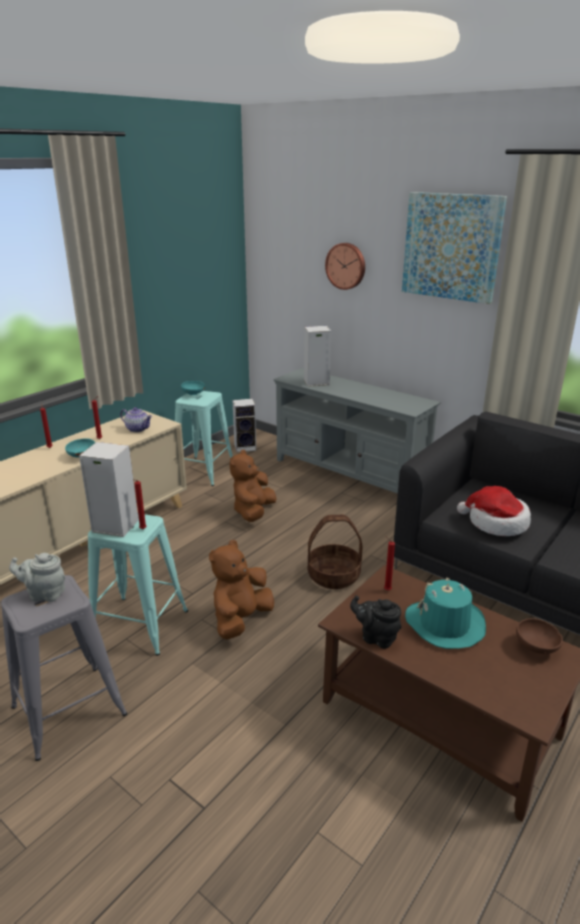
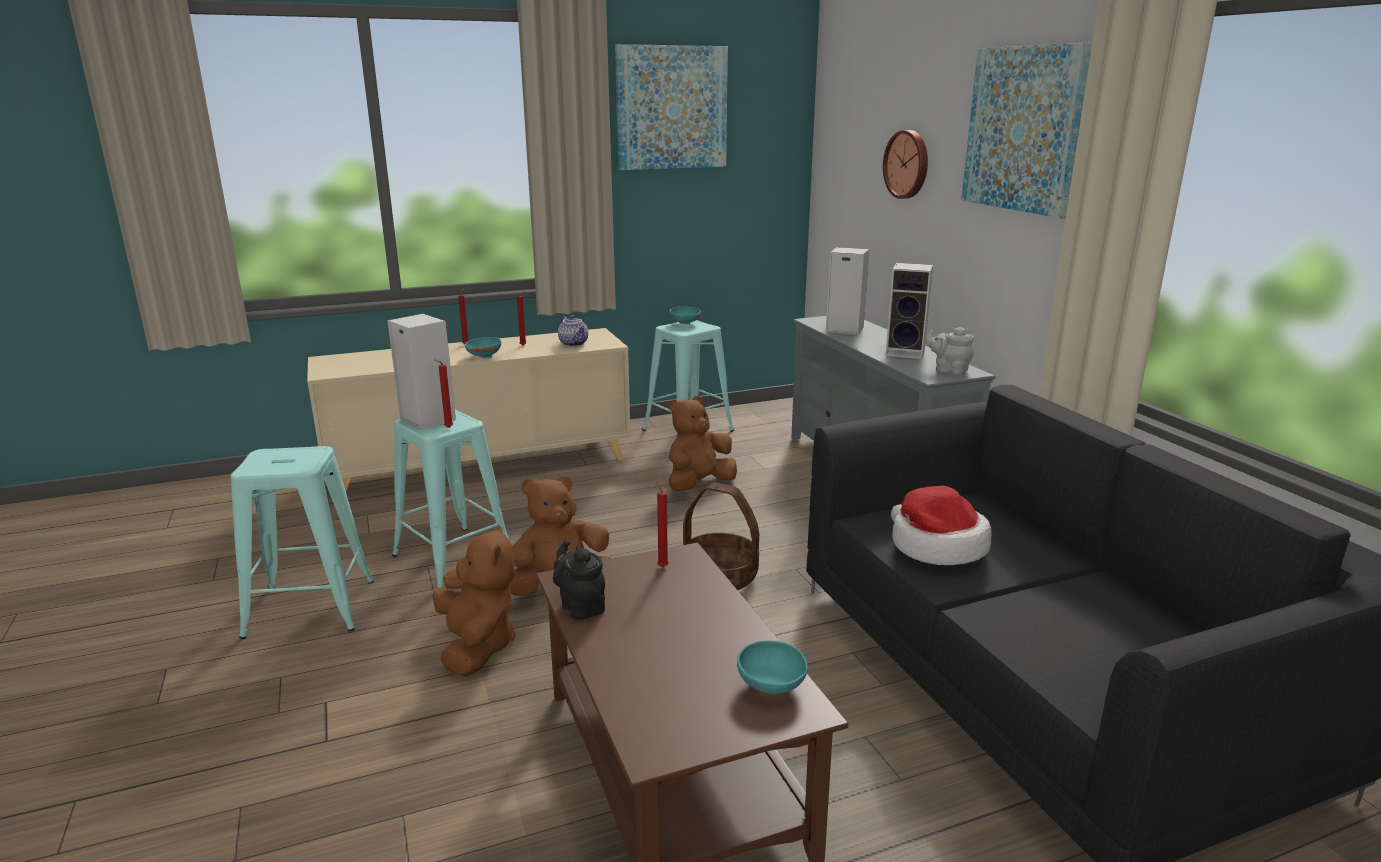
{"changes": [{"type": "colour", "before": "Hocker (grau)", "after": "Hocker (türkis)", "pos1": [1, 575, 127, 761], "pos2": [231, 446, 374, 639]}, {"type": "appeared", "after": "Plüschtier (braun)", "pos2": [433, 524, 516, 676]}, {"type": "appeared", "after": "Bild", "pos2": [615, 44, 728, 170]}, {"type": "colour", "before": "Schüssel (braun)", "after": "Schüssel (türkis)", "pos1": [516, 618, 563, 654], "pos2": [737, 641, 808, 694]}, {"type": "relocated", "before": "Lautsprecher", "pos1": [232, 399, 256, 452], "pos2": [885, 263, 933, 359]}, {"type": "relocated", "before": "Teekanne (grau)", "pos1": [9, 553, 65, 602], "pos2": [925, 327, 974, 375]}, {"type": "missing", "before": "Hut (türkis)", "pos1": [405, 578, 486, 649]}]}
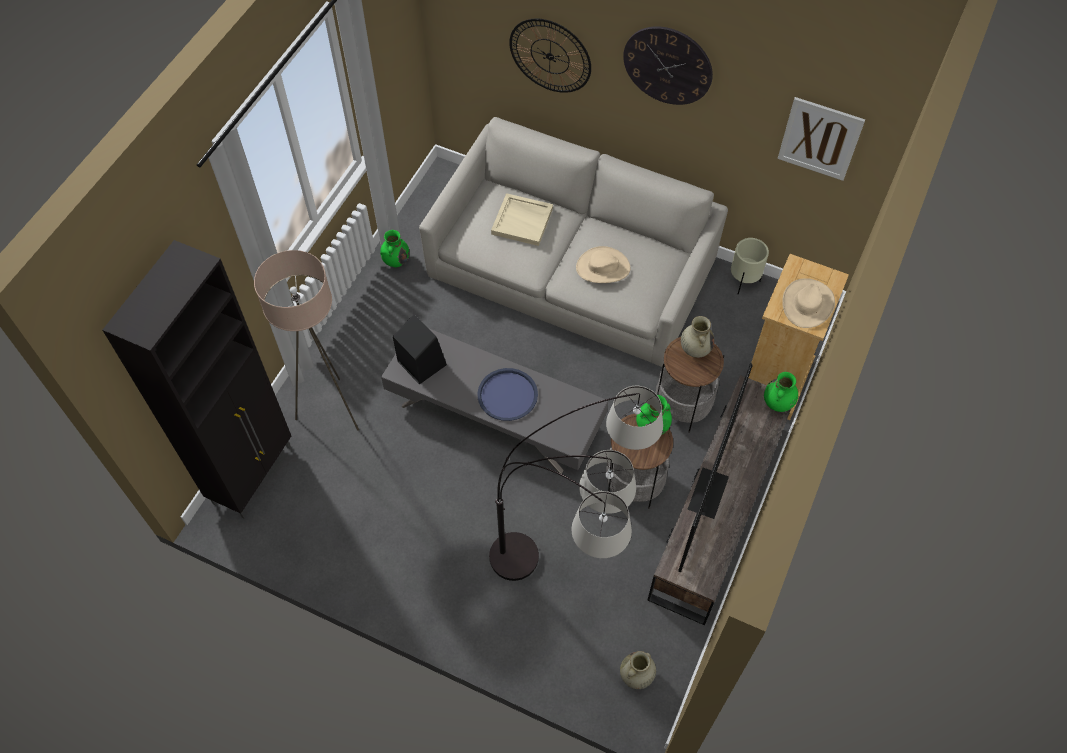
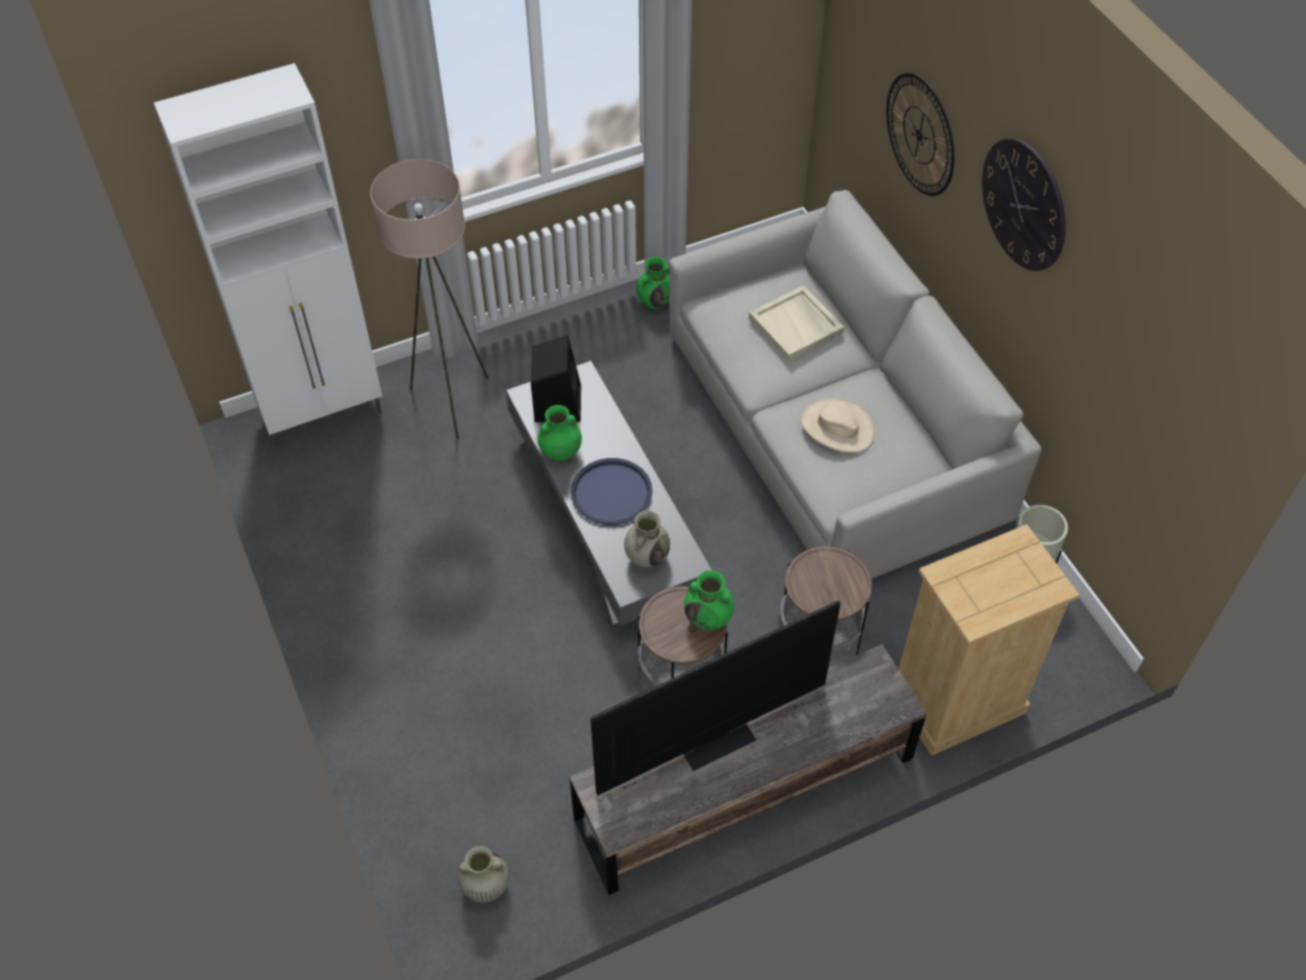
{"changes": [{"type": "colour", "before": "Schrank (schwarz)", "after": "Schrank (weiß)", "pos1": [103, 240, 291, 518], "pos2": [154, 63, 382, 447]}, {"type": "relocated", "before": "Vase (grün)", "pos1": [764, 372, 798, 412], "pos2": [538, 405, 582, 461]}, {"type": "relocated", "before": "Vase (beige)", "pos1": [681, 316, 715, 358], "pos2": [624, 511, 670, 568]}, {"type": "missing", "before": "Stehlampe", "pos1": [489, 386, 663, 581]}, {"type": "missing", "before": "Bild", "pos1": [778, 97, 865, 181]}, {"type": "missing", "before": "Hut (beige)", "pos1": [782, 278, 835, 328]}]}
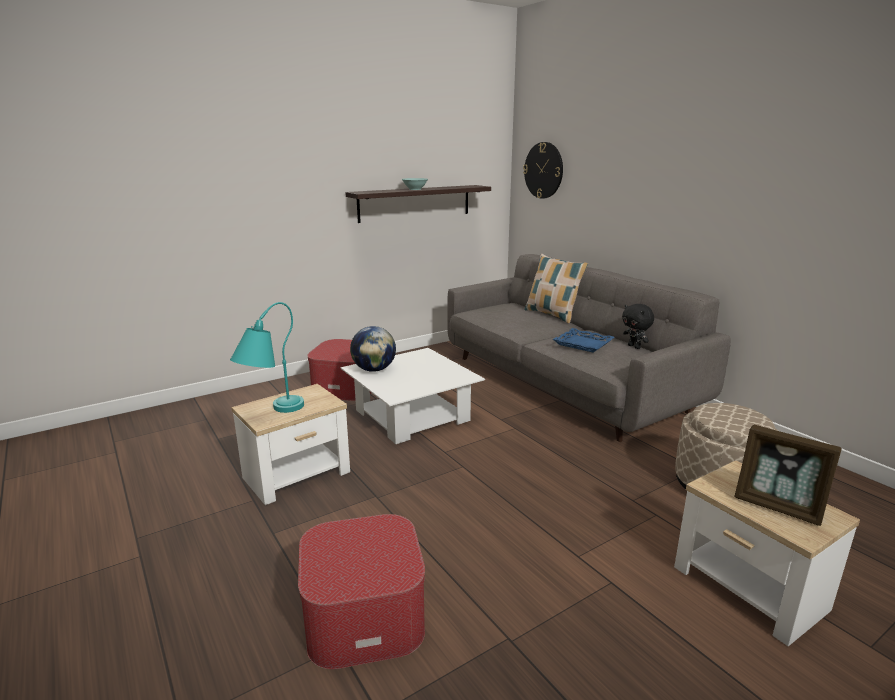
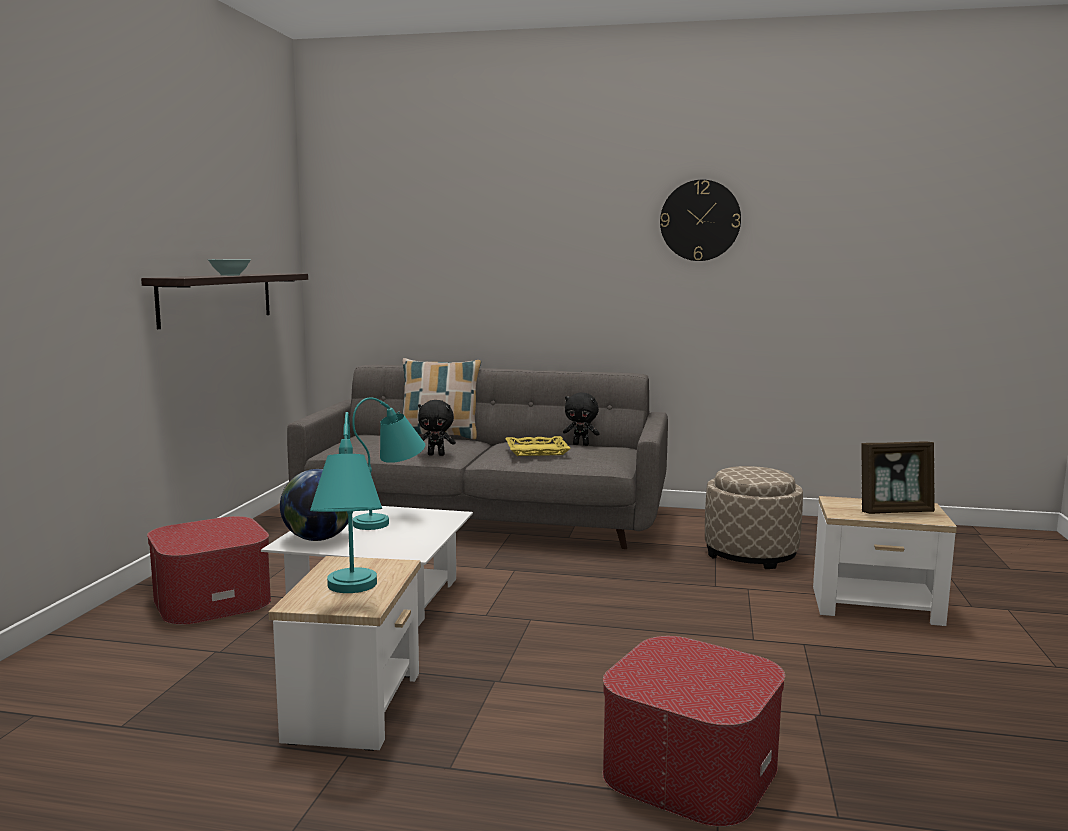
{"changes": [{"type": "appeared", "after": "Tischlampe (türkis)", "pos2": [352, 397, 425, 530]}, {"type": "appeared", "after": "Plüschtier (schwarz)", "pos2": [418, 400, 456, 456]}, {"type": "colour", "before": "Tablett (blau)", "after": "Tablett (gelb)", "pos1": [553, 328, 615, 352], "pos2": [505, 436, 571, 456]}, {"type": "relocated", "before": "Wanduhr", "pos1": [523, 142, 563, 199], "pos2": [660, 180, 741, 261]}]}
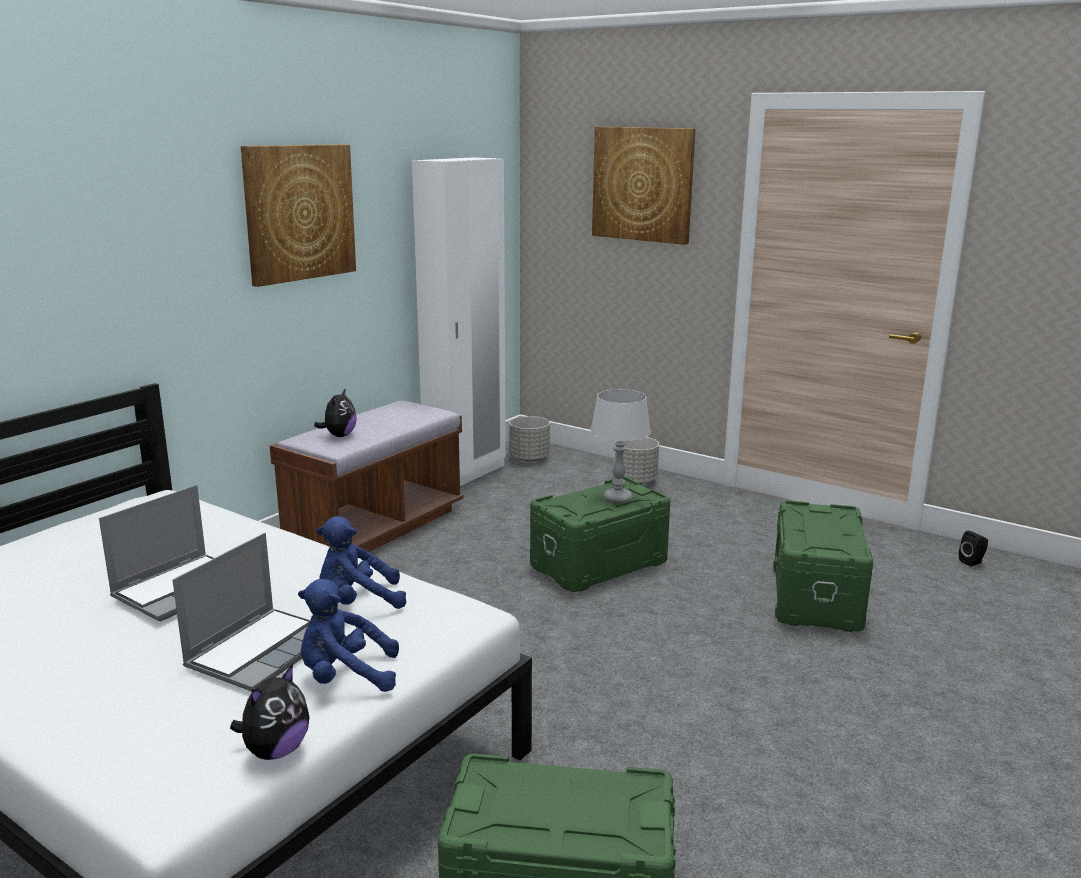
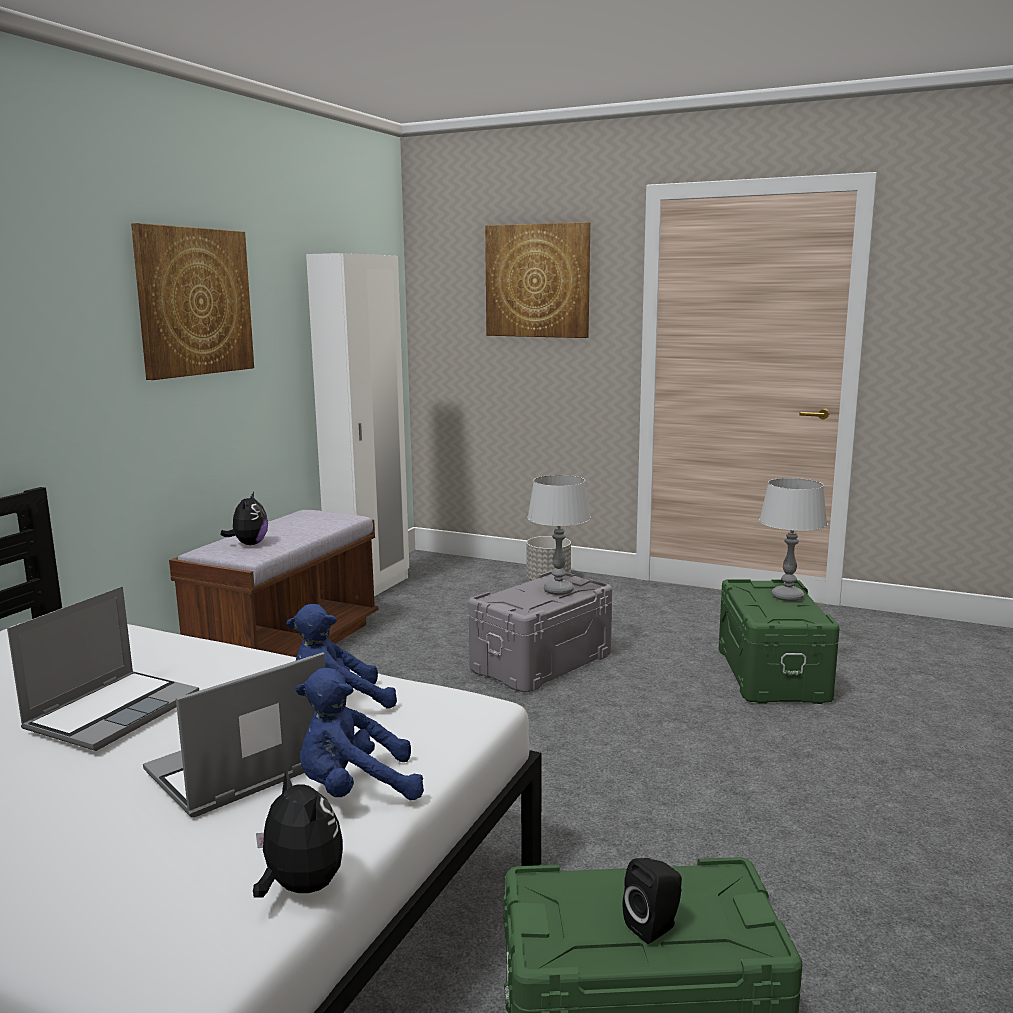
{"changes": [{"type": "spun", "before": "Laptop", "pos1": [172, 533, 310, 692], "pos2": [143, 652, 325, 817], "turn": -150}, {"type": "spun", "before": "Plüschtier", "pos1": [230, 664, 309, 760], "pos2": [253, 767, 343, 897], "turn": -60}, {"type": "colour", "before": "Aufbewahrungsbox (grün)", "after": "Aufbewahrungsbox (grau)", "pos1": [530, 477, 671, 592], "pos2": [468, 570, 612, 692]}, {"type": "relocated", "before": "Lautsprecher (schwarz)", "pos1": [959, 531, 988, 566], "pos2": [623, 858, 682, 944]}, {"type": "appeared", "after": "Tischlampe (grau)", "pos2": [759, 478, 828, 602]}, {"type": "missing", "before": "Pflanzkübel (grau)", "pos1": [509, 416, 550, 462]}]}
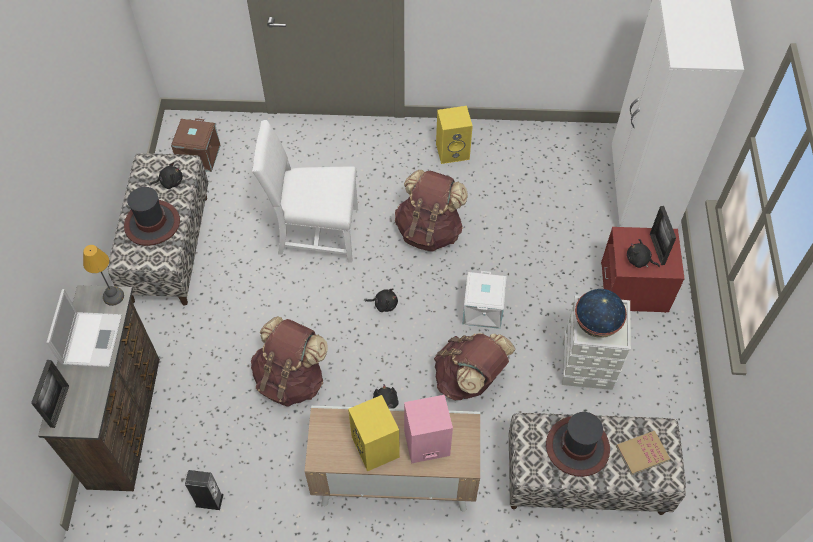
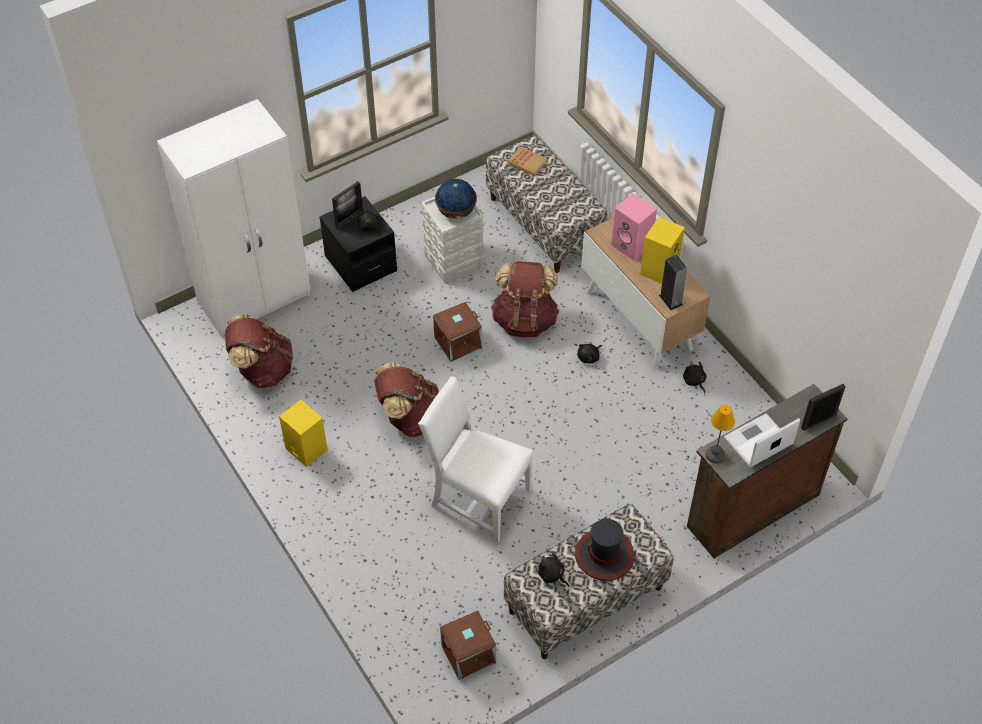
{"changes": [{"type": "relocated", "before": "Rucksack (braun)", "pos1": [251, 316, 328, 407], "pos2": [225, 314, 293, 388]}, {"type": "colour", "before": "Nachttisch (rot)", "after": "Nachttisch (schwarz)", "pos1": [601, 227, 685, 313], "pos2": [319, 196, 397, 292]}, {"type": "spun", "before": "Stuhl (weiß)", "pos1": [252, 120, 358, 263], "pos2": [418, 376, 534, 543], "turn": 150}, {"type": "colour", "before": "Aufbewahrungsbox (weiß)", "after": "Aufbewahrungsbox (braun)", "pos1": [462, 271, 507, 329], "pos2": [433, 302, 482, 362]}, {"type": "relocated", "before": "Lautsprecher", "pos1": [185, 470, 224, 510], "pos2": [659, 255, 688, 310]}, {"type": "relocated", "before": "Plüschtier (schwarz)", "pos1": [365, 288, 398, 312], "pos2": [683, 362, 706, 394]}, {"type": "missing", "before": "Hut", "pos1": [546, 412, 610, 477]}]}
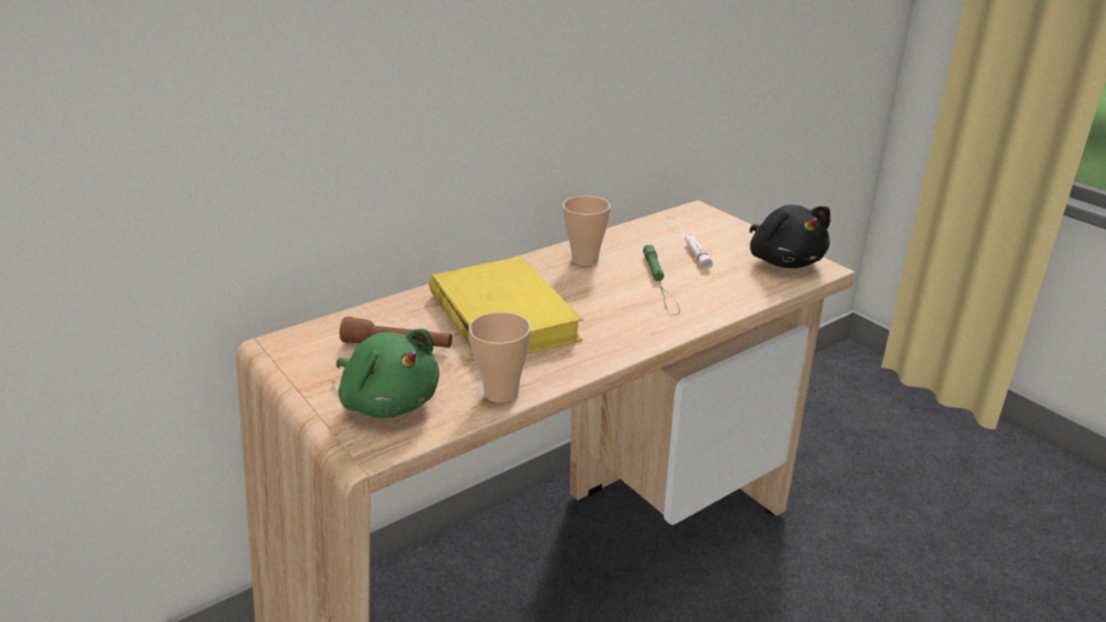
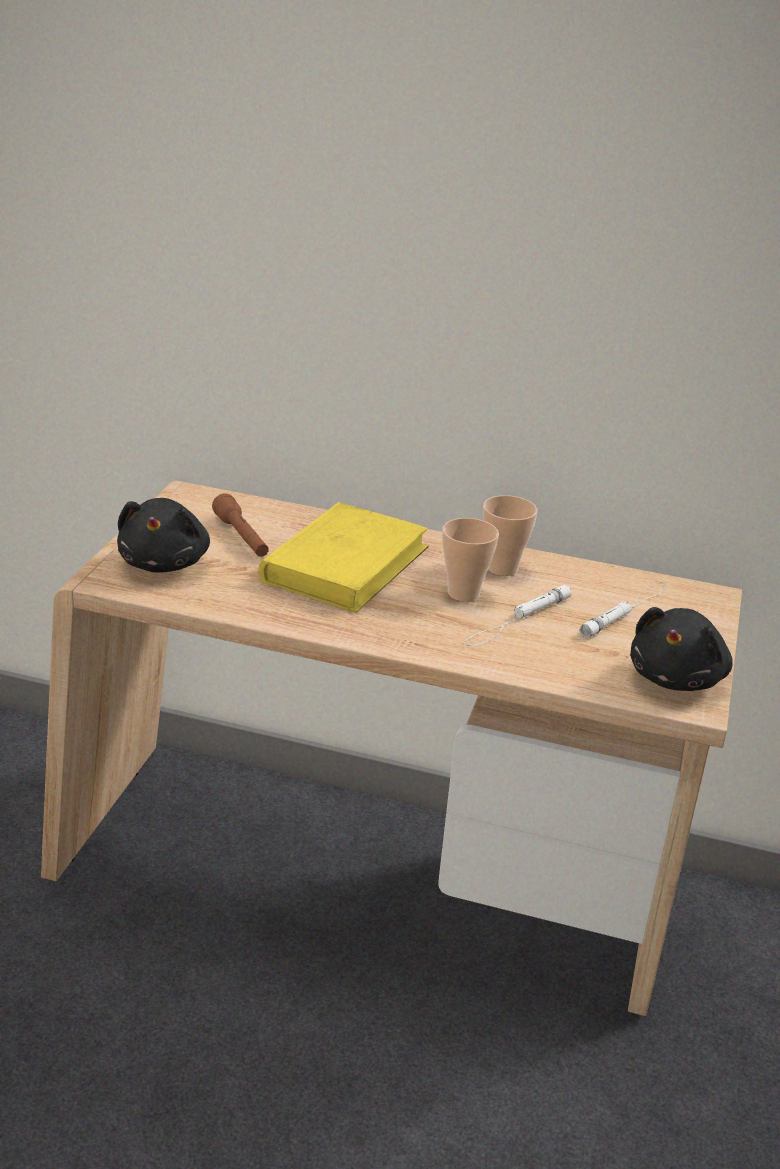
{"changes": [{"type": "colour", "before": "Plüschtier (grün)", "after": "Plüschtier (schwarz)", "pos1": [336, 329, 439, 418], "pos2": [117, 498, 210, 573]}, {"type": "relocated", "before": "Tasse", "pos1": [468, 312, 531, 403], "pos2": [442, 518, 499, 602]}, {"type": "colour", "before": "Taschenlampe (grün)", "after": "Taschenlampe (weiß)", "pos1": [643, 245, 680, 315], "pos2": [463, 585, 571, 646]}]}
